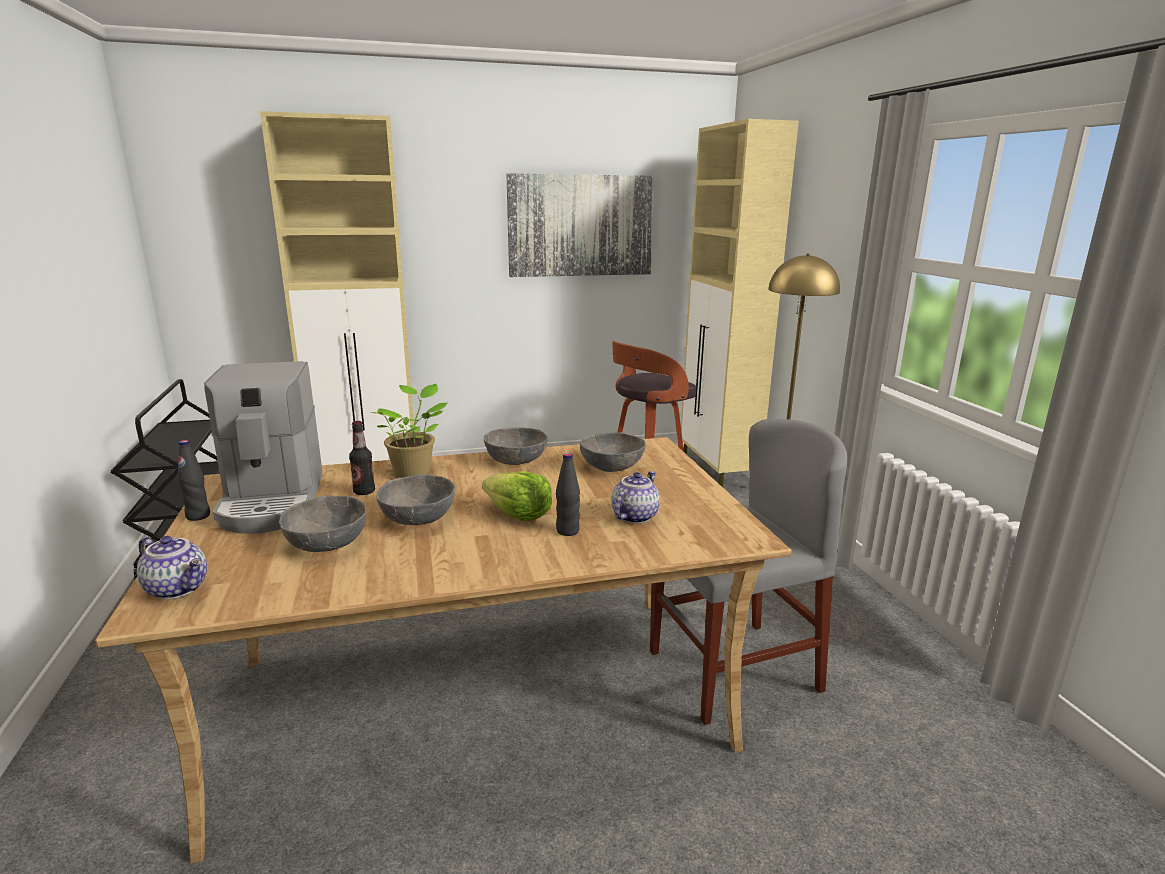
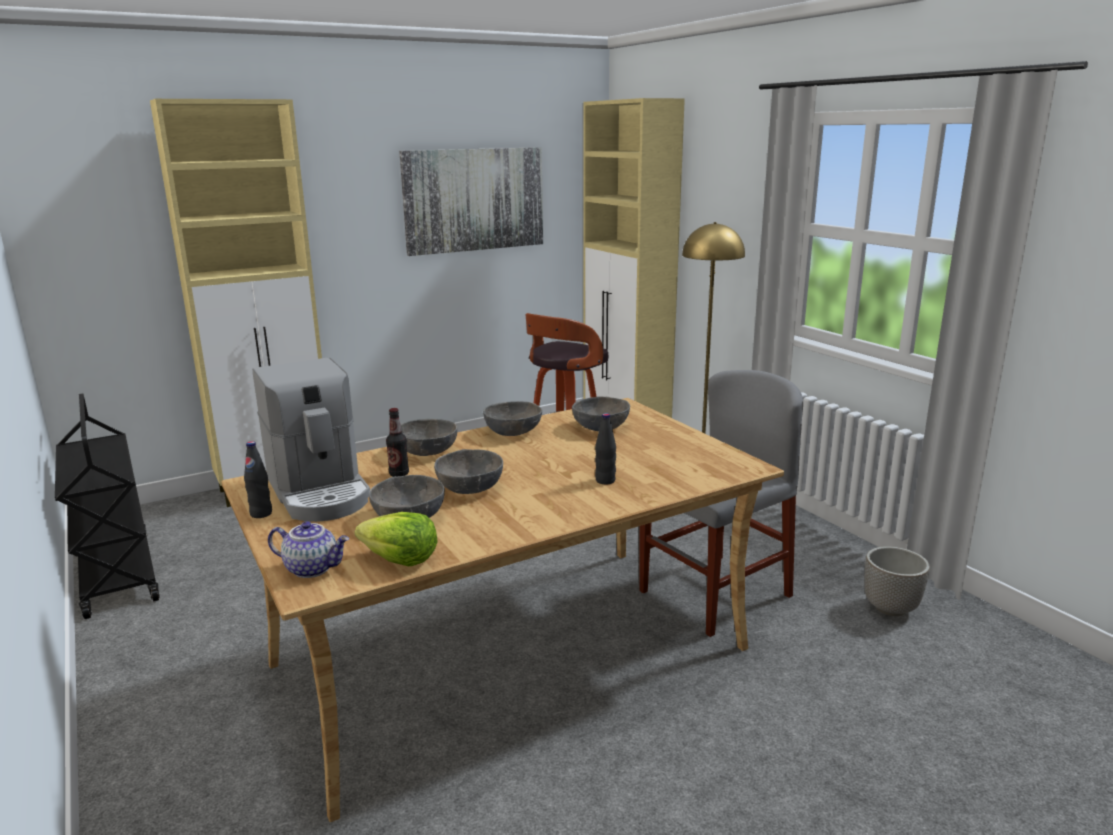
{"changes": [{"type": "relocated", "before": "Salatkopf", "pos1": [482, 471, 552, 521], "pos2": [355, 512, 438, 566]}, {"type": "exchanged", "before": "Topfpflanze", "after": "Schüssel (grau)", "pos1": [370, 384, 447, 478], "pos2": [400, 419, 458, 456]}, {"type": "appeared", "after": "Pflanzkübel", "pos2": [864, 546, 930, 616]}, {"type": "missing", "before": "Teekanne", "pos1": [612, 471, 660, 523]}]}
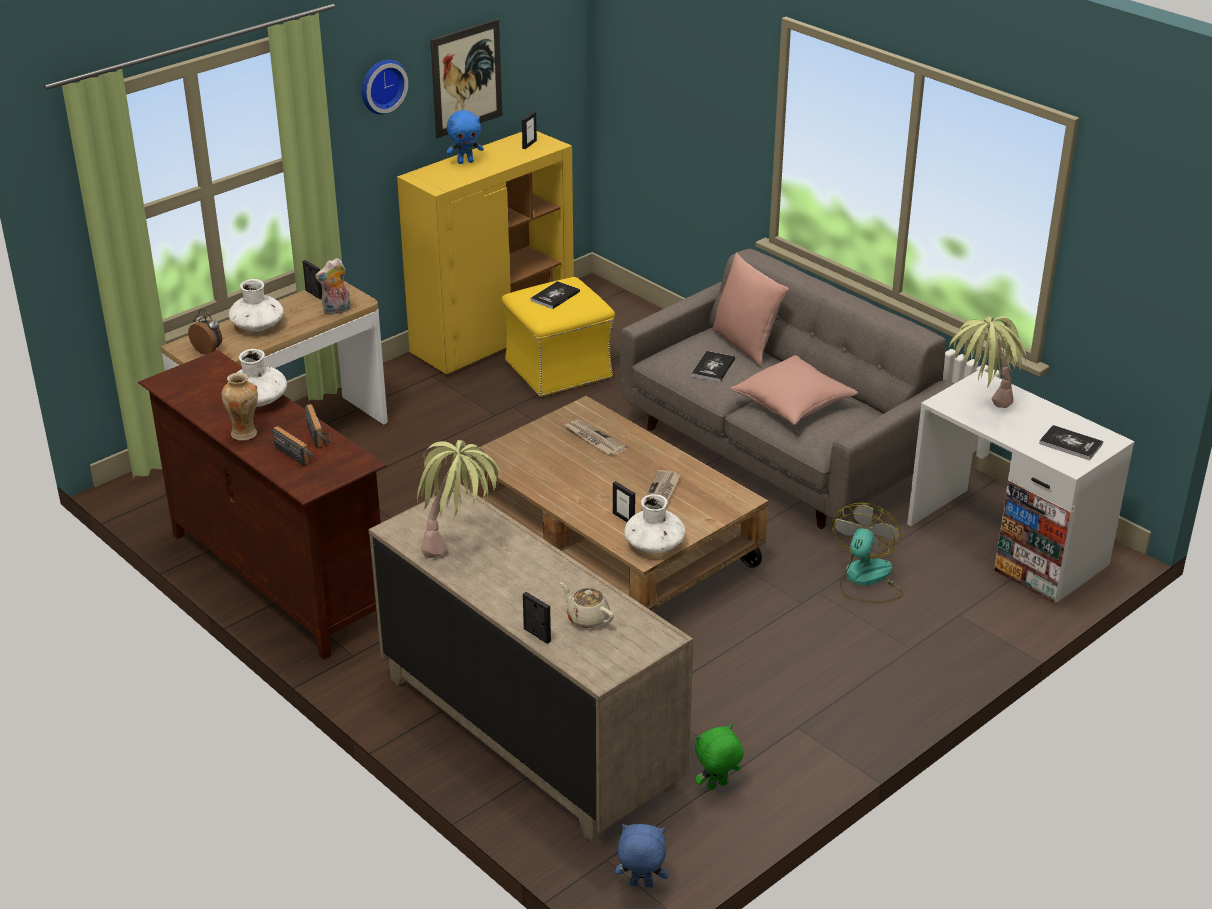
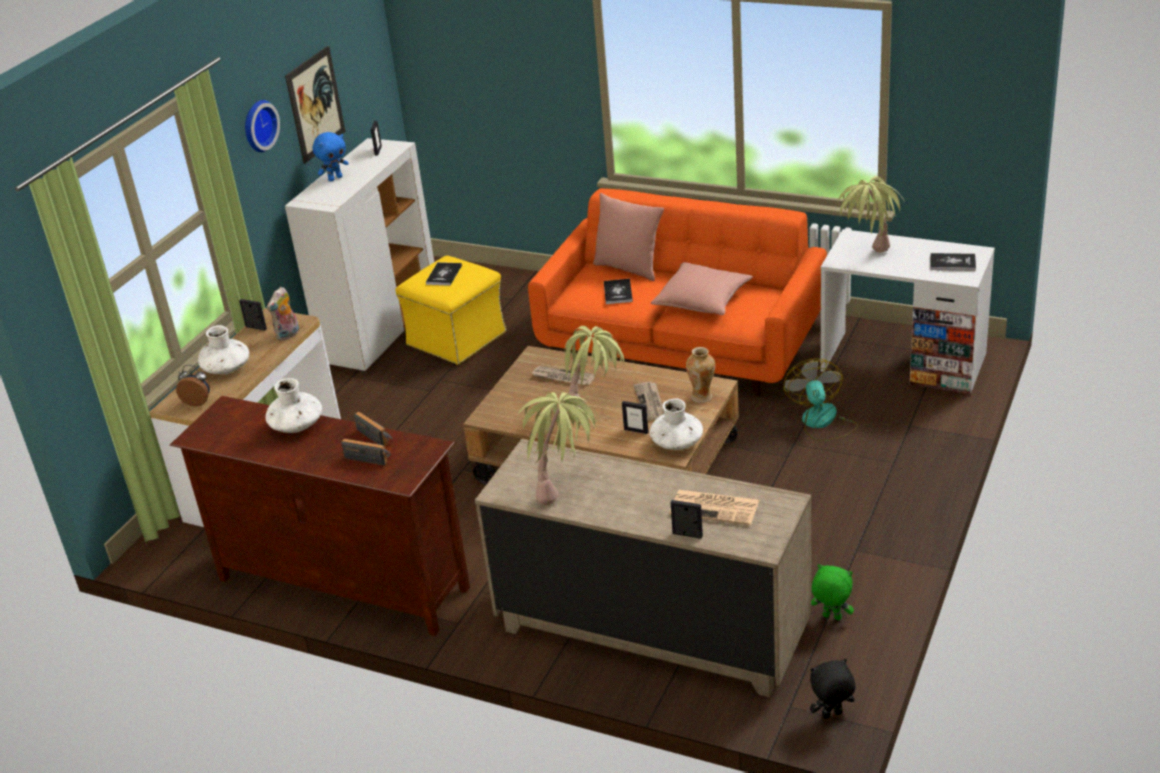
{"changes": [{"type": "colour", "before": "Schrank (gelb)", "after": "Schrank (weiß)", "pos1": [397, 131, 574, 375], "pos2": [285, 138, 434, 372]}, {"type": "colour", "before": "Sofa (grau)", "after": "Sofa (orange)", "pos1": [620, 249, 954, 529], "pos2": [528, 188, 827, 396]}, {"type": "appeared", "after": "Topfpflanze", "pos2": [562, 326, 624, 411]}, {"type": "exchanged", "before": "Teekanne (beige)", "after": "Zeitung", "pos1": [560, 582, 614, 628], "pos2": [669, 490, 759, 525]}, {"type": "relocated", "before": "Vase", "pos1": [221, 373, 258, 441], "pos2": [686, 347, 715, 403]}, {"type": "colour", "before": "Plüschtier (blau)", "after": "Plüschtier (schwarz)", "pos1": [615, 824, 668, 888], "pos2": [810, 659, 856, 719]}, {"type": "spun", "before": "Plüschtier (grün)", "pos1": [695, 724, 744, 790], "pos2": [811, 564, 854, 620], "turn": 75}]}
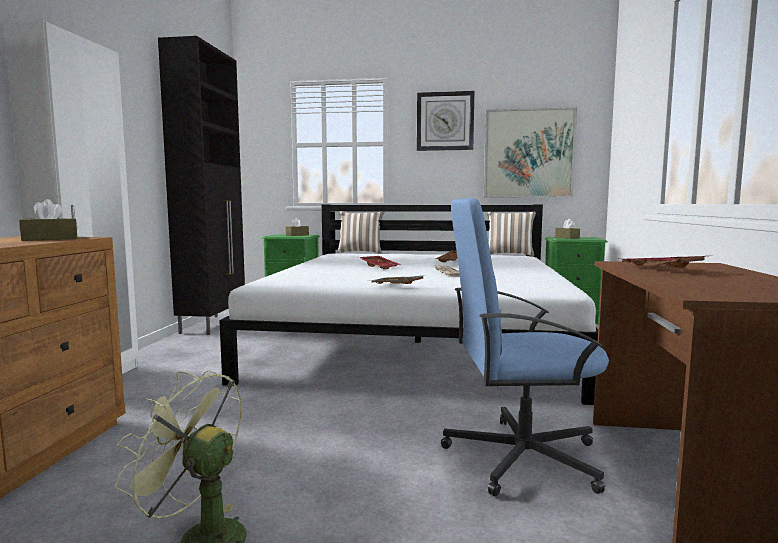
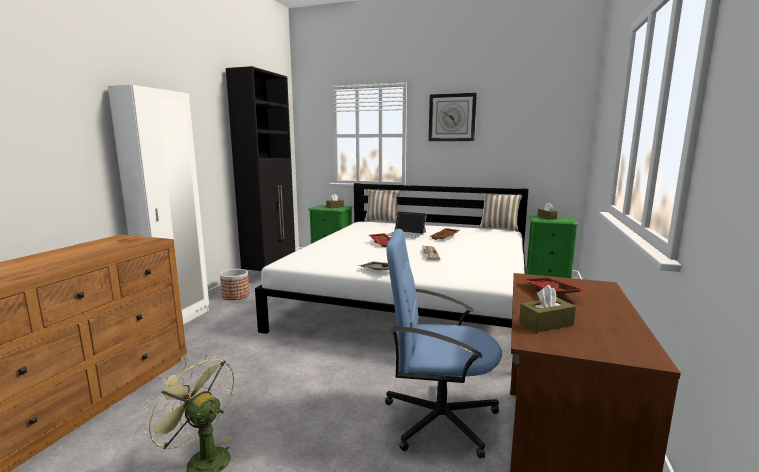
{"changes": [{"type": "appeared", "after": "Pflanzkübel", "pos2": [220, 269, 250, 300]}, {"type": "appeared", "after": "Laptop", "pos2": [387, 211, 427, 239]}, {"type": "relocated", "before": "Taschentuchbox (braun)", "pos1": [19, 199, 77, 241], "pos2": [519, 285, 576, 333]}, {"type": "missing", "before": "Bild", "pos1": [484, 107, 577, 198]}]}
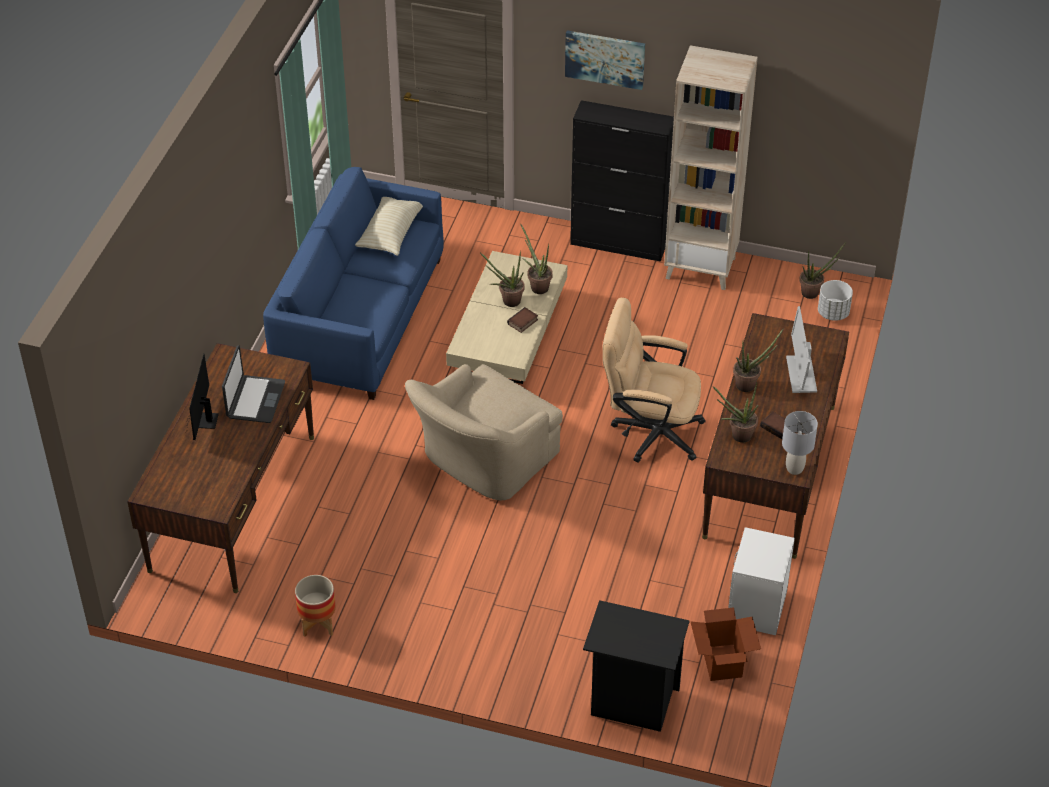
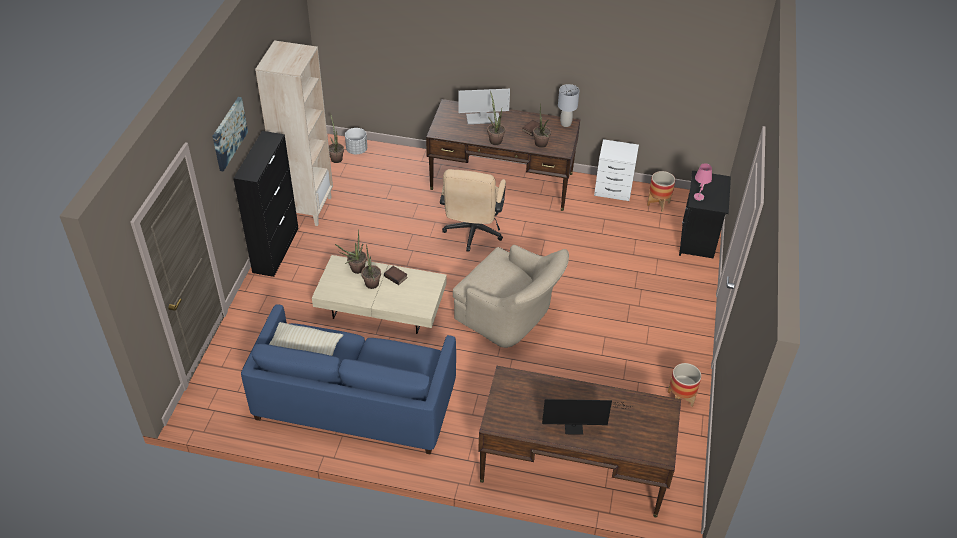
{"changes": [{"type": "exchanged", "before": "Karton", "after": "Pflanzkübel", "pos1": [690, 607, 761, 681], "pos2": [647, 171, 675, 212]}, {"type": "appeared", "after": "Tischlampe (rosa)", "pos2": [694, 163, 712, 201]}, {"type": "missing", "before": "Laptop", "pos1": [222, 345, 285, 423]}]}
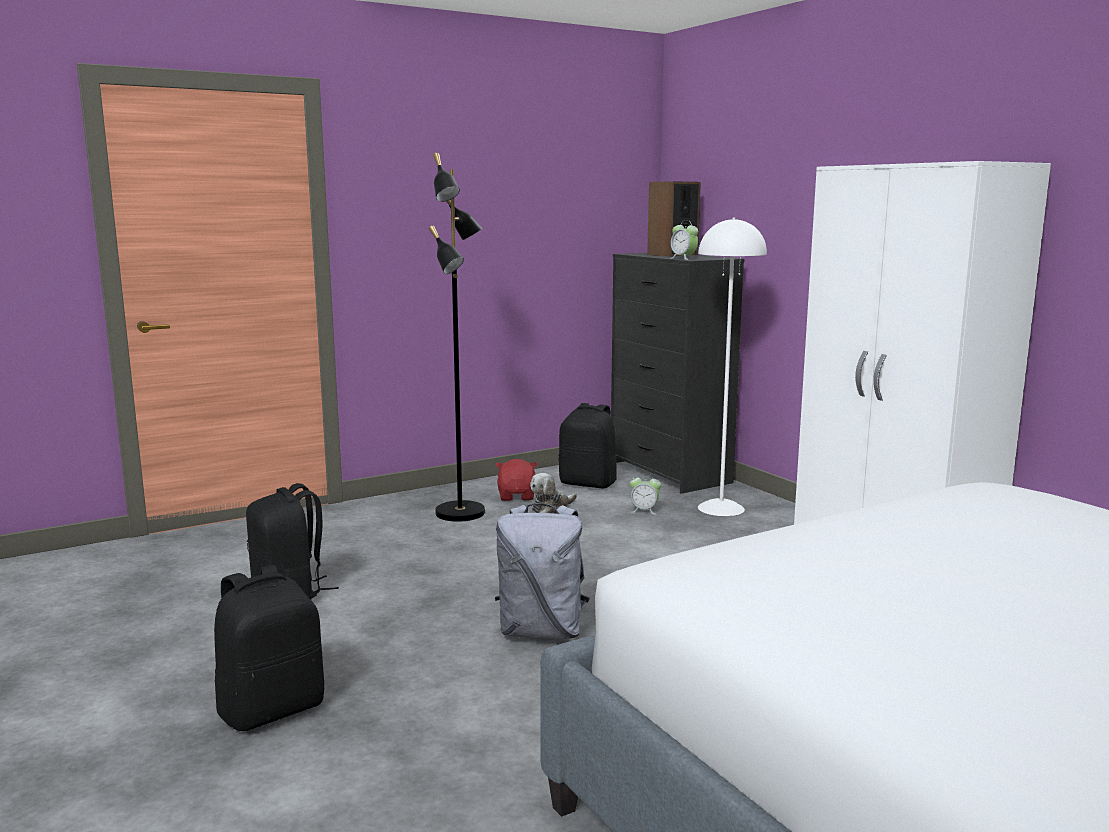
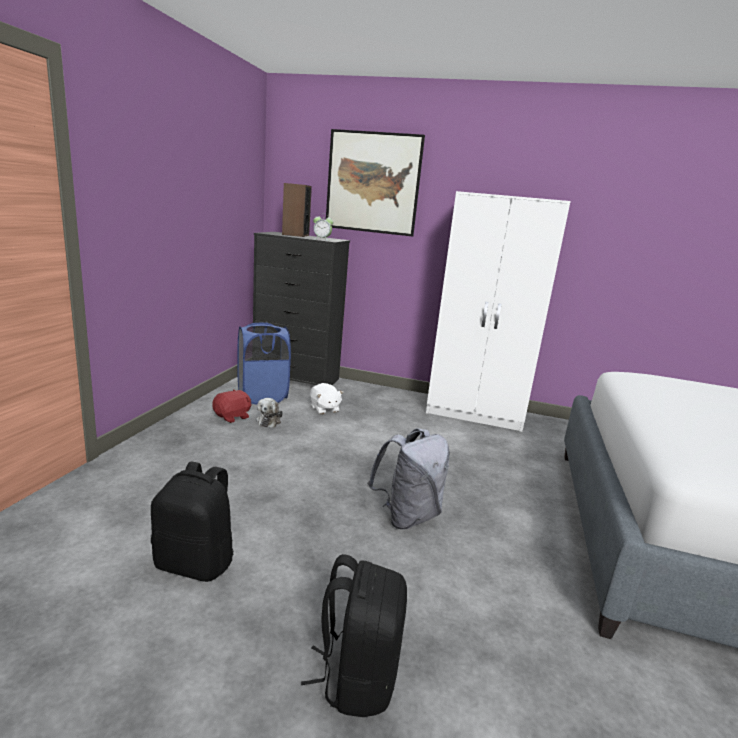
{"changes": [{"type": "spun", "before": "Plüschtier (rot)", "pos1": [496, 459, 537, 501], "pos2": [212, 389, 251, 423], "turn": 90}, {"type": "exchanged", "before": "Rucksack (schwarz)", "after": "Wäschekorb (blau)", "pos1": [558, 403, 617, 488], "pos2": [237, 323, 291, 404]}, {"type": "exchanged", "before": "Wecker", "after": "Plüschtier (weiß)", "pos1": [630, 473, 661, 515], "pos2": [310, 383, 343, 414]}, {"type": "appeared", "after": "Bild", "pos2": [326, 129, 425, 237]}, {"type": "missing", "before": "Stehlampe (schwarz)", "pos1": [429, 153, 485, 522]}, {"type": "missing", "before": "Stehlampe (weiß)", "pos1": [698, 217, 767, 516]}]}
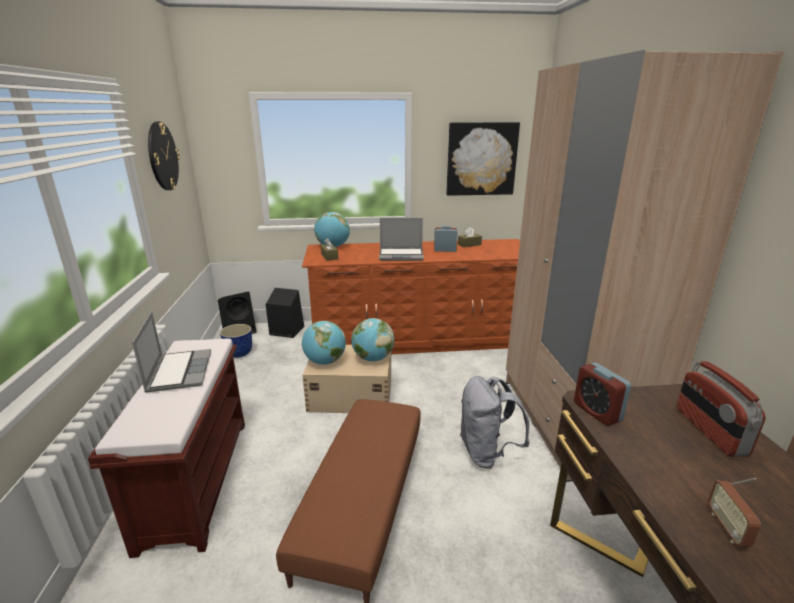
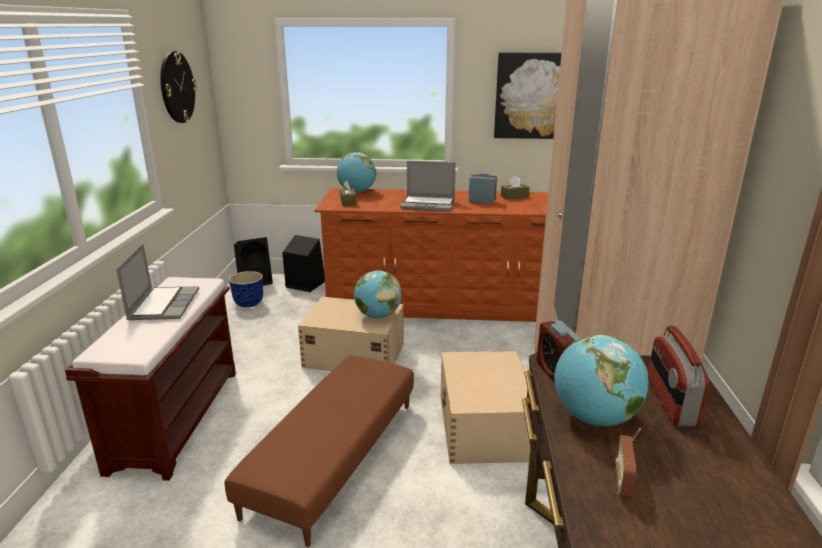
{"changes": [{"type": "exchanged", "before": "Rucksack (grau)", "after": "Aufbewahrungsbox (beige)", "pos1": [460, 376, 530, 469], "pos2": [441, 351, 531, 464]}, {"type": "relocated", "before": "Globus", "pos1": [302, 321, 346, 365], "pos2": [555, 335, 648, 426]}]}
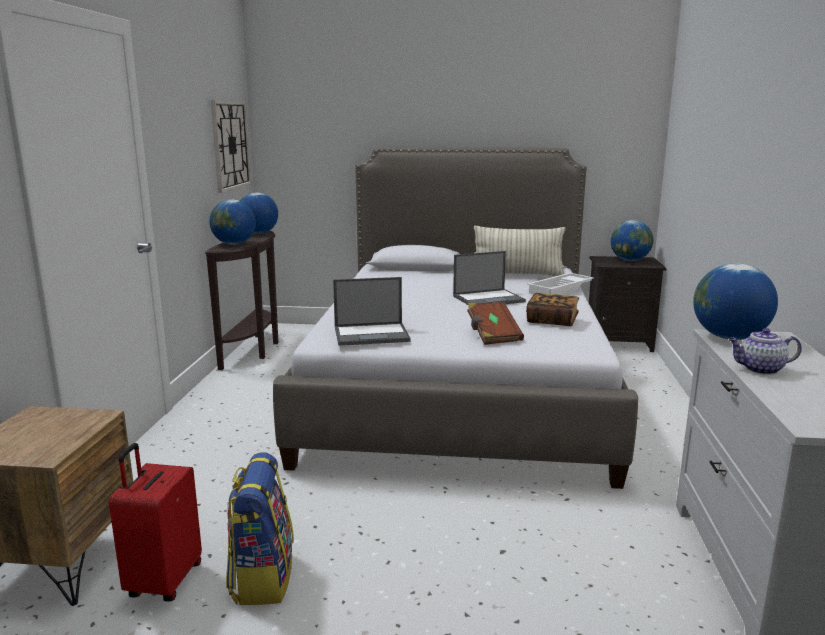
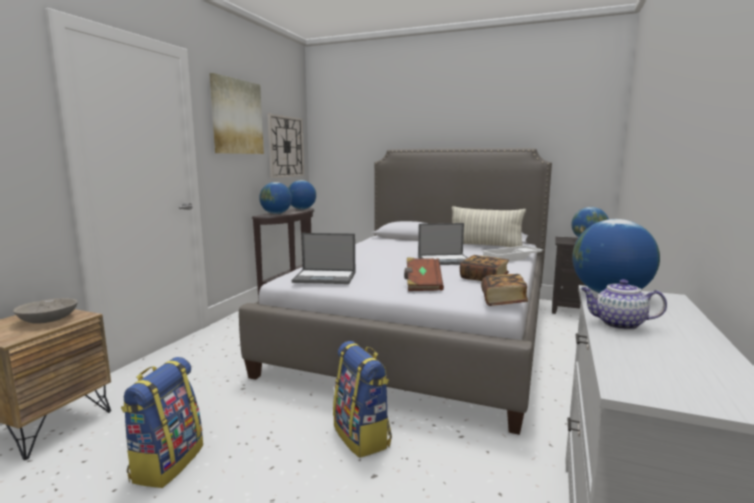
{"changes": [{"type": "appeared", "after": "Schüssel (grau)", "pos2": [13, 298, 78, 324]}, {"type": "appeared", "after": "Bild", "pos2": [209, 73, 264, 154]}, {"type": "appeared", "after": "Rucksack", "pos2": [333, 341, 392, 458]}, {"type": "appeared", "after": "Buch", "pos2": [481, 274, 528, 306]}, {"type": "missing", "before": "Koffer (rot)", "pos1": [109, 443, 202, 602]}]}
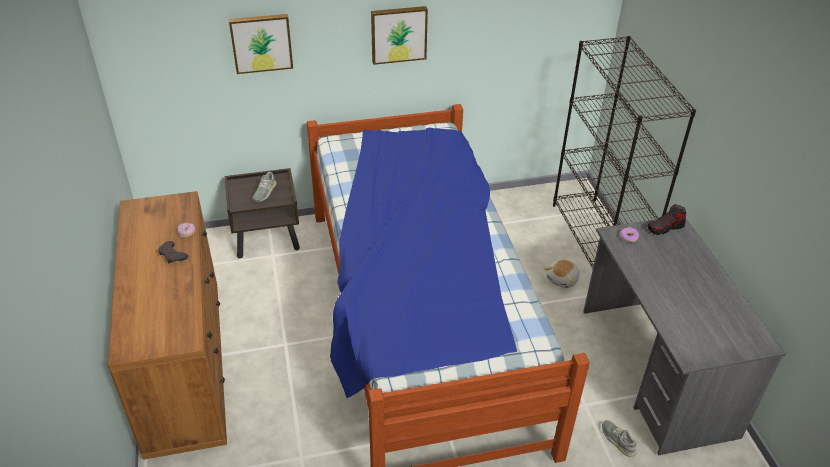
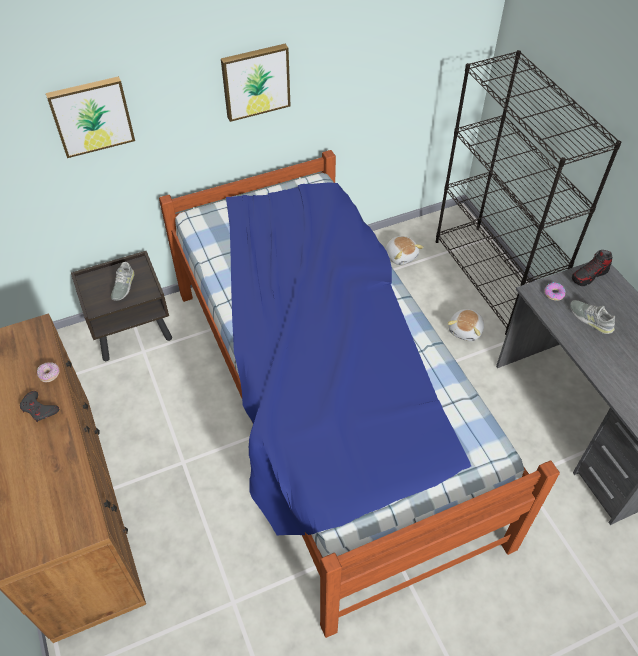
{"changes": [{"type": "appeared", "after": "Plüschtier", "pos2": [386, 236, 424, 265]}, {"type": "relocated", "before": "Schuh (grau)", "pos1": [602, 420, 637, 457], "pos2": [570, 300, 615, 334]}]}
